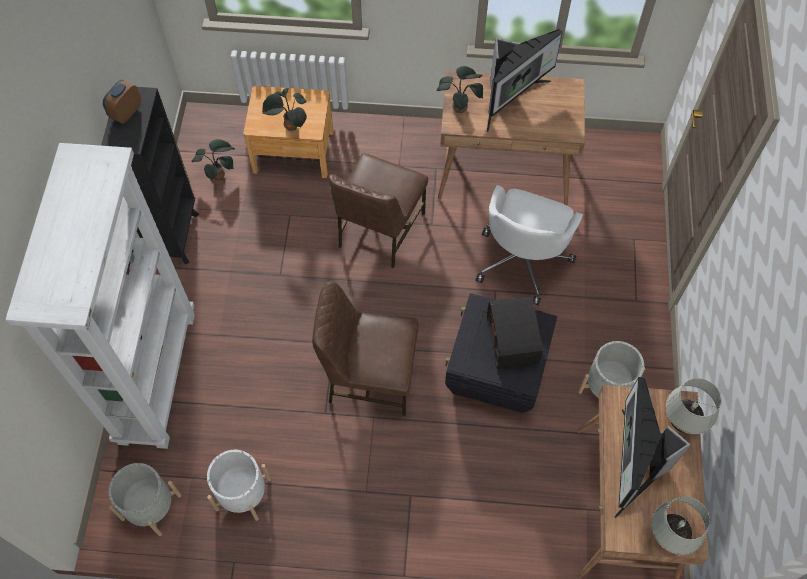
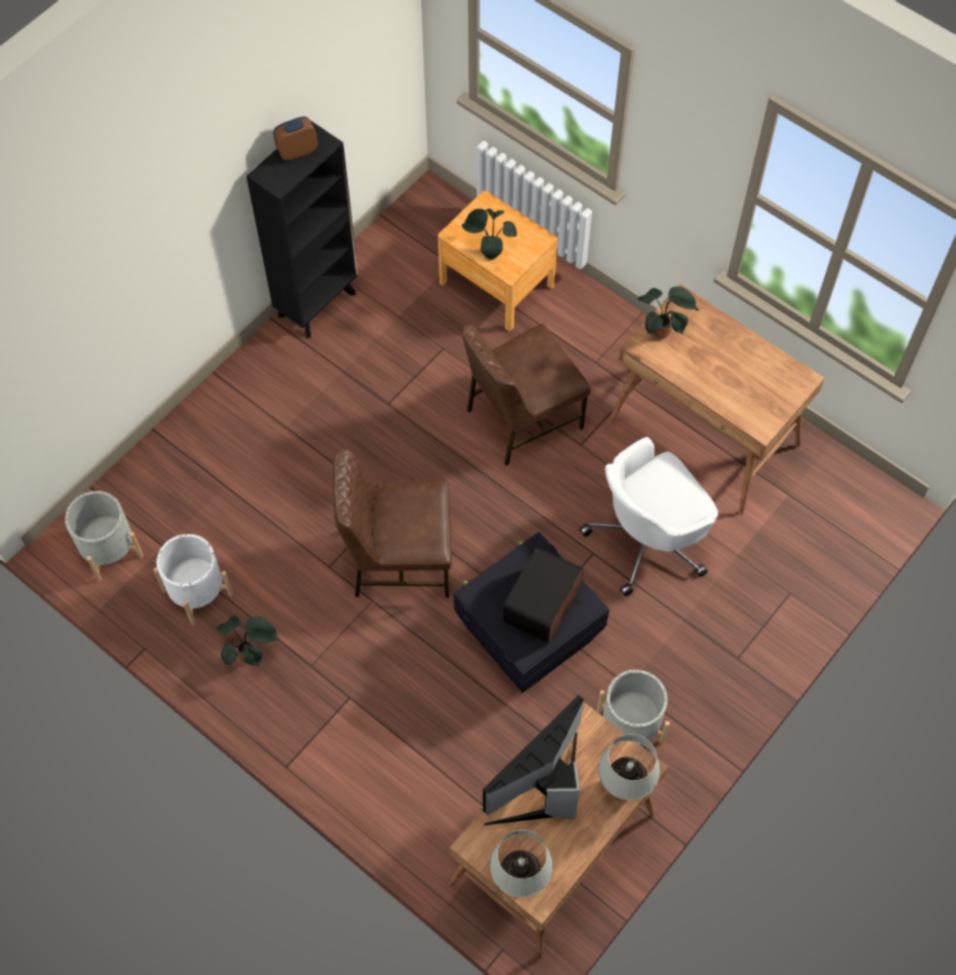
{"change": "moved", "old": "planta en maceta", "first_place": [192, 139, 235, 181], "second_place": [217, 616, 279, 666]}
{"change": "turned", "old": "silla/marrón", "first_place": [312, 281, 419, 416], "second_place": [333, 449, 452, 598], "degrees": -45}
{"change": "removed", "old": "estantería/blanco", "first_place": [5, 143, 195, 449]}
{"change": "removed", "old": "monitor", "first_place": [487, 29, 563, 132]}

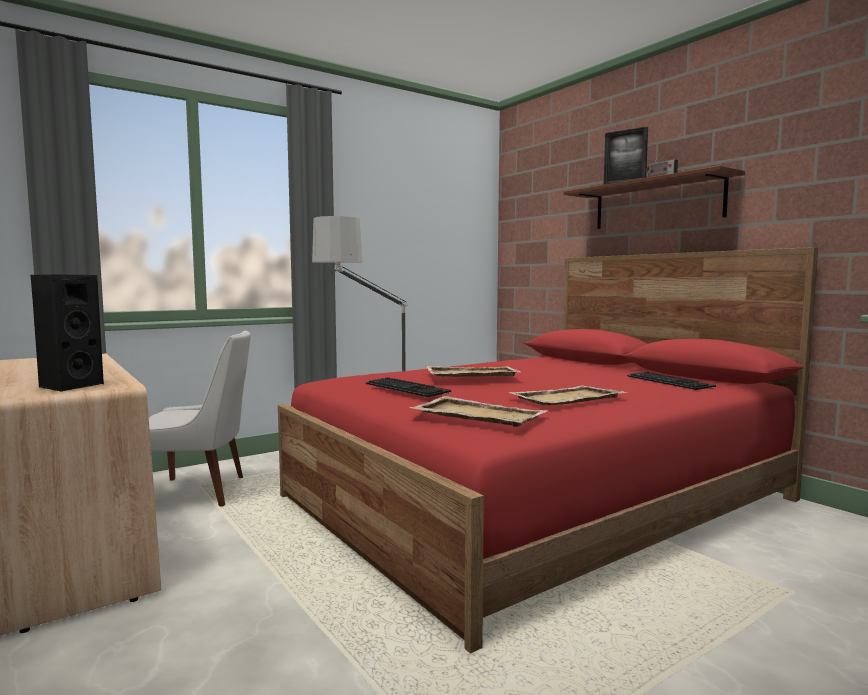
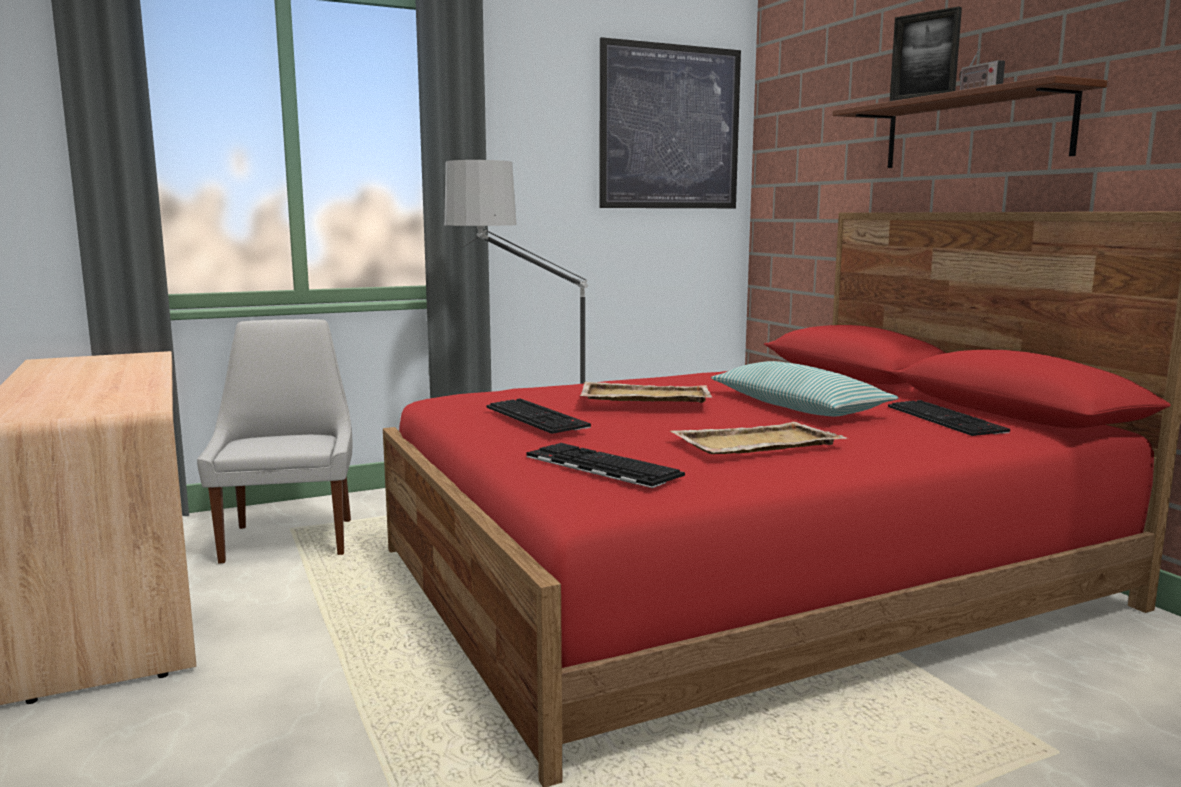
{"change": "turned", "old": "silla/blanco", "first_place": [149, 330, 251, 507], "second_place": [197, 319, 353, 564], "degrees": -105}
{"change": "replaced", "old": "bandeja/beis", "new": "teclado", "first_place": [409, 396, 548, 427], "second_place": [526, 443, 685, 488]}
{"change": "added", "new": "cuadro", "second_place": [599, 37, 741, 208]}
{"change": "added", "new": "cojín", "second_place": [711, 361, 899, 416]}
{"change": "removed", "old": "altavoz/negro", "first_place": [30, 274, 104, 392]}

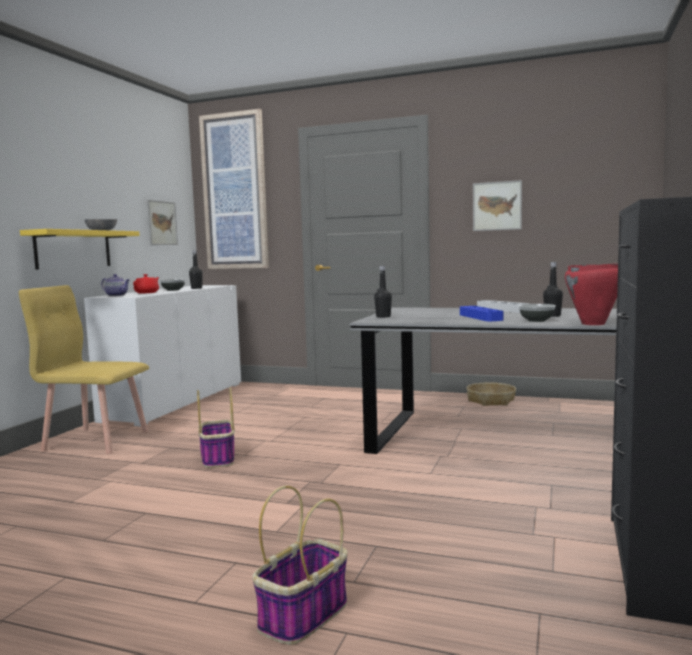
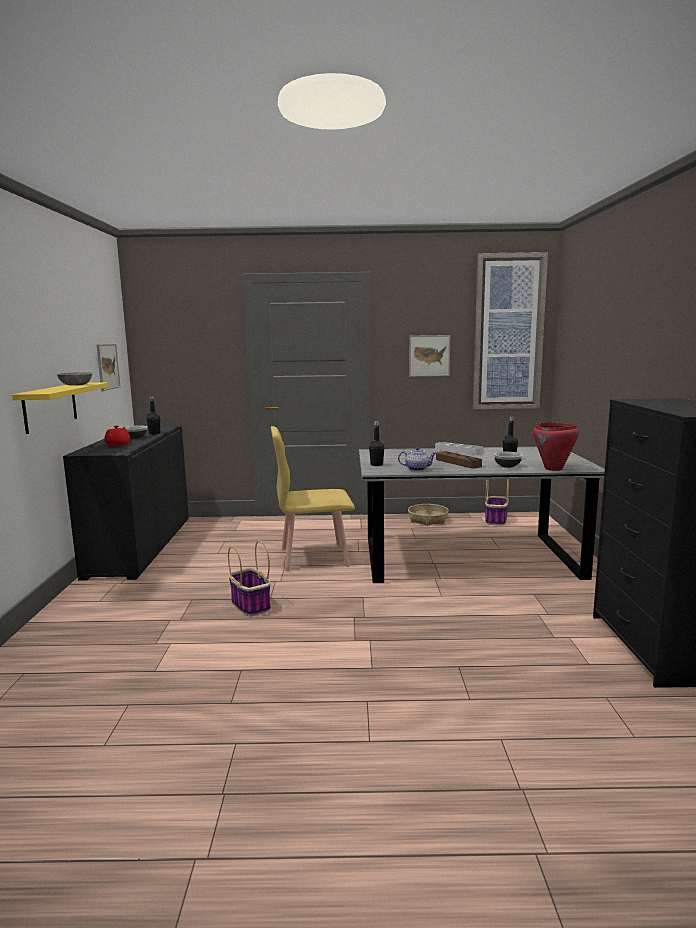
{"change": "recoloured", "old": "armario/blanco", "new": "armario/negro", "first_place": [84, 285, 241, 427], "second_place": [63, 425, 189, 581]}
{"change": "moved", "old": "silla/amarillo", "first_place": [19, 285, 149, 454], "second_place": [271, 426, 355, 571]}
{"change": "moved", "old": "tetera", "first_place": [101, 274, 130, 296], "second_place": [398, 447, 436, 471]}
{"change": "recoloured", "old": "bandeja/azul", "new": "bandeja/marrón", "first_place": [460, 306, 503, 321], "second_place": [436, 451, 482, 468]}
{"change": "moved", "old": "cuadro", "first_place": [199, 109, 269, 269], "second_place": [473, 252, 548, 409]}
{"change": "moved", "old": "cesta", "first_place": [252, 486, 348, 645], "second_place": [485, 479, 509, 526]}

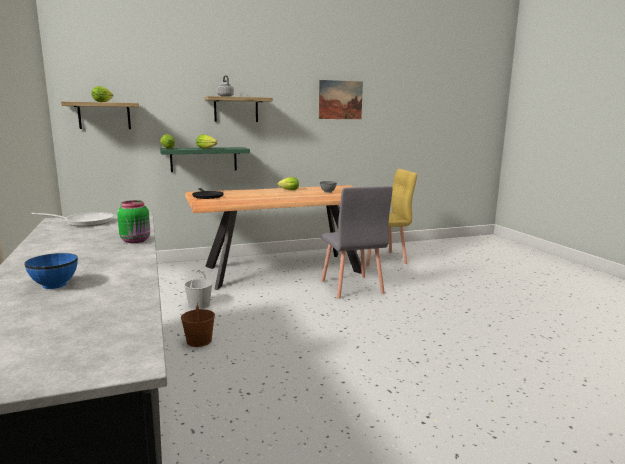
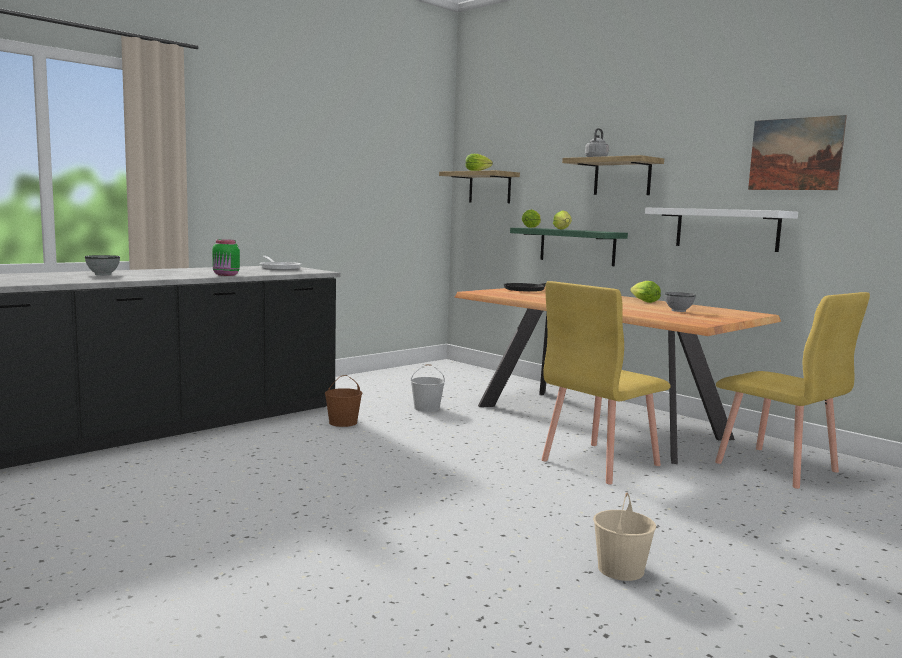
{"change": "recoloured", "old": "cuenco/azul", "new": "cuenco/gris", "first_place": [24, 253, 78, 289], "second_place": [85, 255, 120, 275]}
{"change": "recoloured", "old": "silla/gris", "new": "silla/amarillo", "first_place": [321, 186, 392, 299], "second_place": [542, 281, 671, 484]}
{"change": "added", "new": "cubo/beis", "second_place": [593, 492, 656, 581]}
{"change": "added", "new": "estante/blanco", "second_place": [645, 207, 798, 252]}

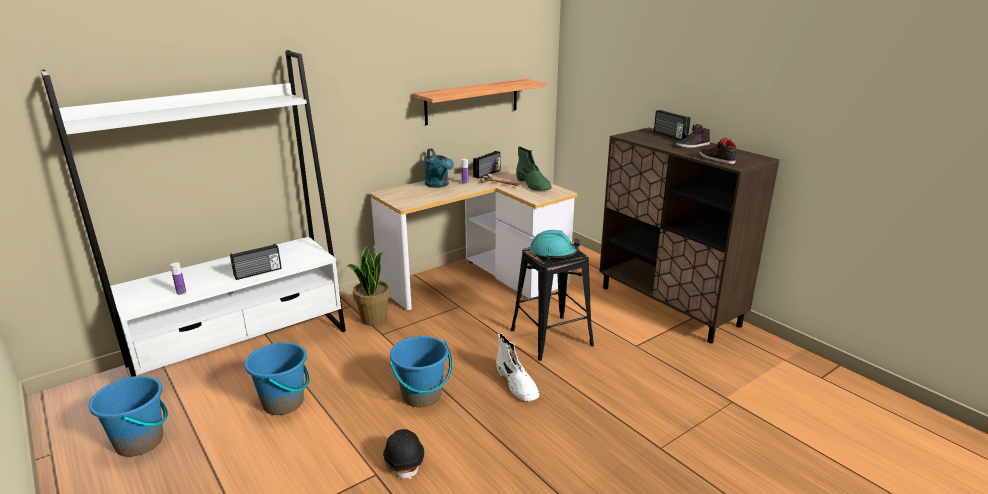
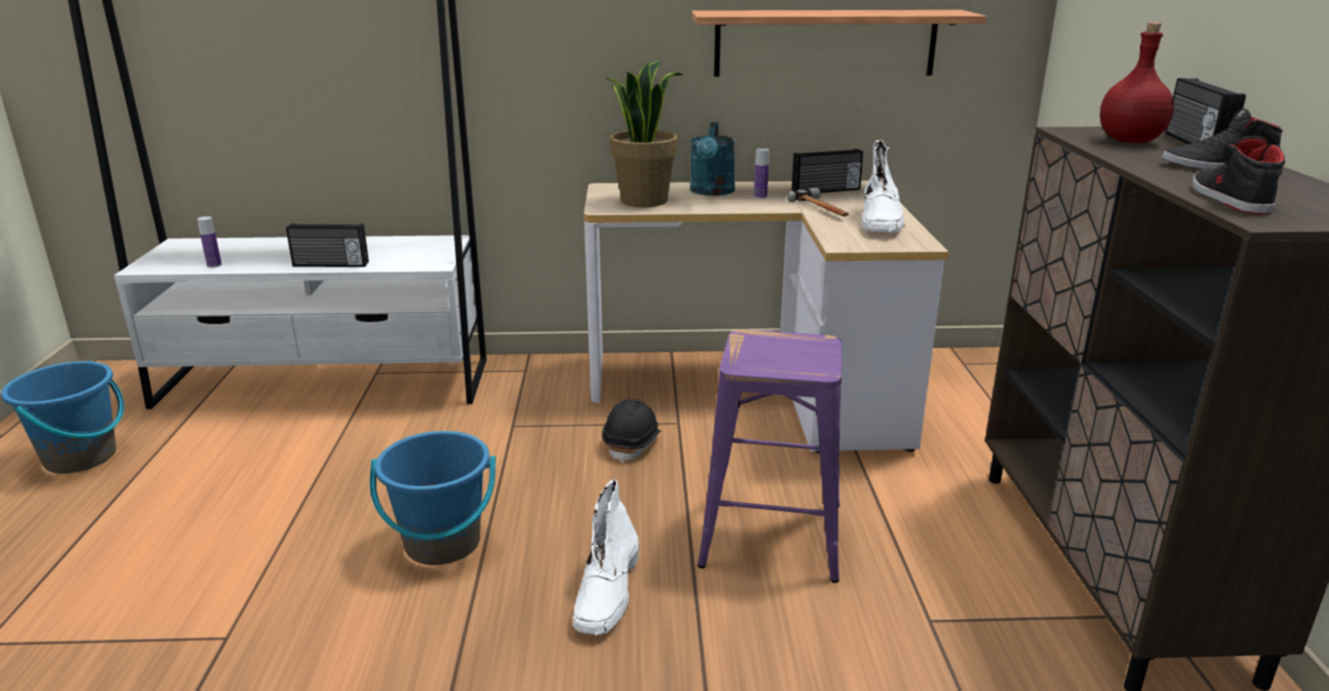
{"change": "moved", "old": "casco/negro", "first_place": [383, 429, 424, 479], "second_place": [602, 399, 661, 463]}
{"change": "moved", "old": "planta en maceta", "first_place": [348, 246, 390, 326], "second_place": [603, 60, 683, 207]}
{"change": "recoloured", "old": "taburete/negro", "new": "taburete/morado", "first_place": [511, 247, 594, 361], "second_place": [698, 329, 842, 583]}
{"change": "recoloured", "old": "bota/verde", "new": "bota/blanco", "first_place": [516, 147, 552, 191], "second_place": [862, 140, 905, 233]}
{"change": "added", "new": "botella/rojo", "second_place": [1100, 22, 1174, 143]}
{"change": "removed", "old": "cubo/azul", "first_place": [244, 342, 309, 415]}
{"change": "removed", "old": "casco/turquesa", "first_place": [530, 230, 581, 259]}

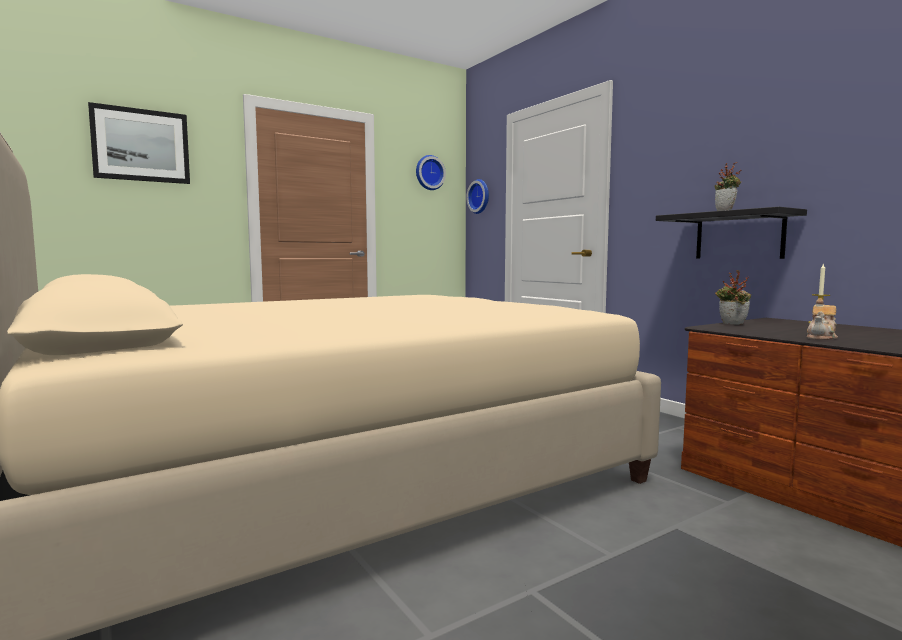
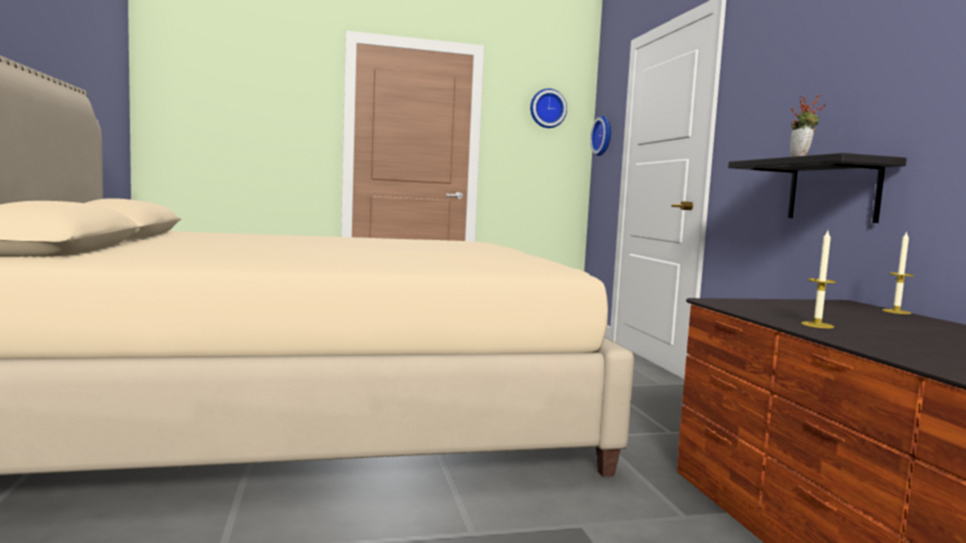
{"change": "replaced", "old": "tetera", "new": "vela", "first_place": [807, 298, 838, 340], "second_place": [801, 231, 837, 328]}
{"change": "removed", "old": "cuadro", "first_place": [88, 102, 190, 184]}
{"change": "removed", "old": "planta en maceta", "first_place": [715, 270, 752, 324]}

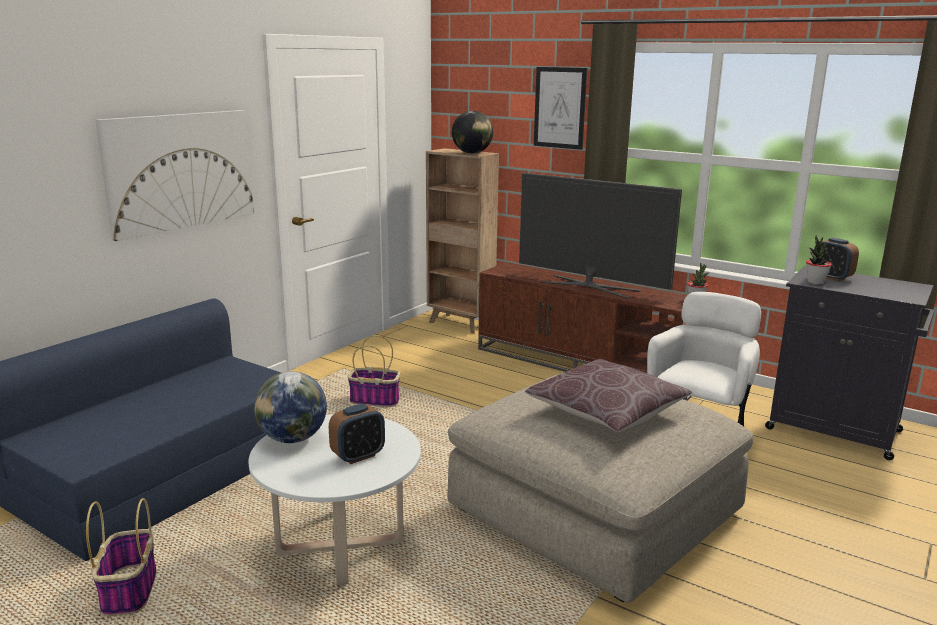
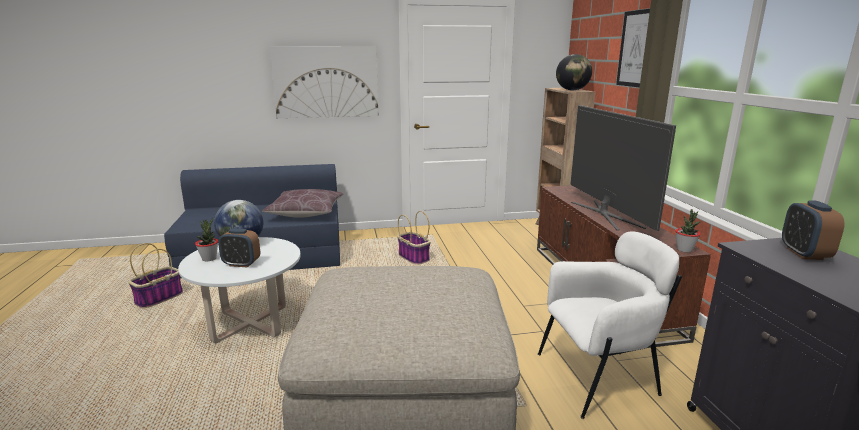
{"change": "moved", "old": "planta en maceta", "first_place": [806, 235, 832, 285], "second_place": [195, 218, 218, 262]}
{"change": "moved", "old": "cojín/marrón", "first_place": [525, 359, 692, 432], "second_place": [262, 189, 343, 218]}

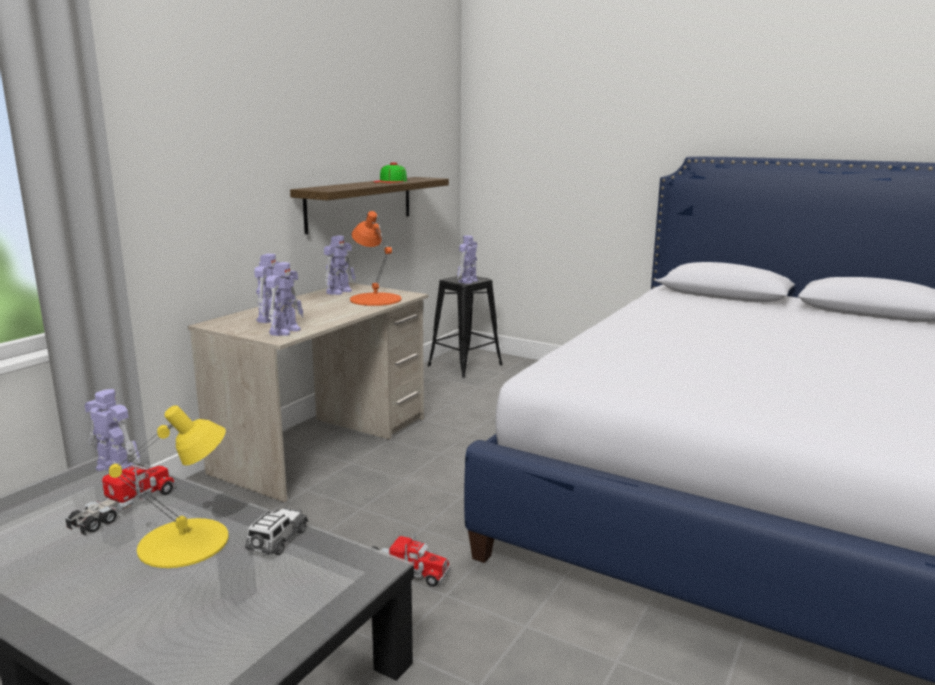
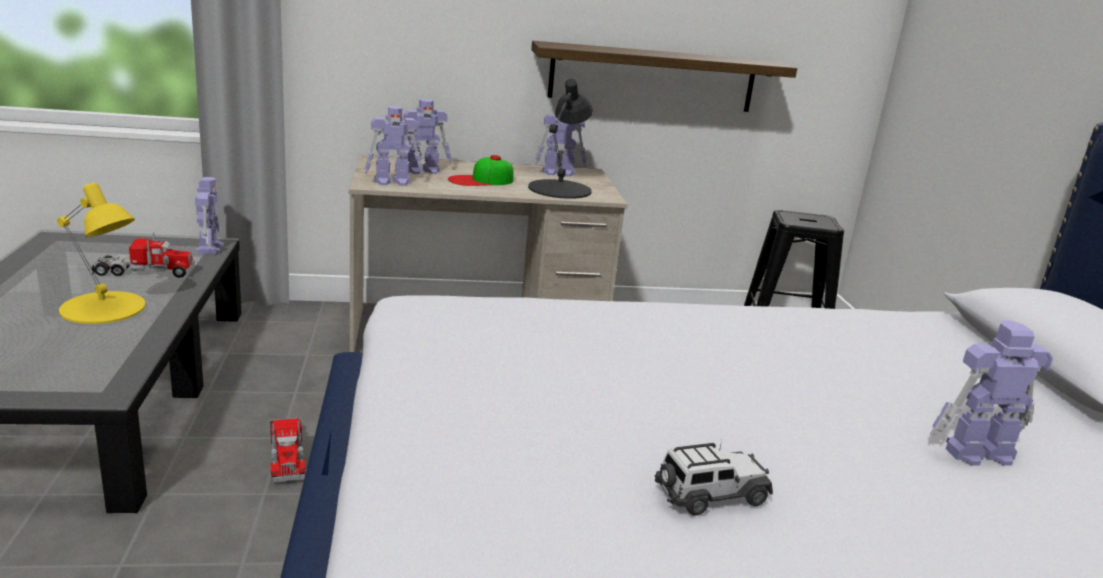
{"change": "moved", "old": "gorra", "first_place": [374, 162, 407, 183], "second_place": [448, 155, 514, 186]}
{"change": "recoloured", "old": "lámpara de mesa/naranja", "new": "lámpara de mesa/negro", "first_place": [350, 211, 402, 306], "second_place": [528, 79, 593, 199]}
{"change": "moved", "old": "coche de juguete", "first_place": [245, 507, 308, 556], "second_place": [654, 441, 773, 516]}
{"change": "moved", "old": "robot de juguete", "first_place": [457, 235, 478, 284], "second_place": [930, 320, 1053, 466]}

